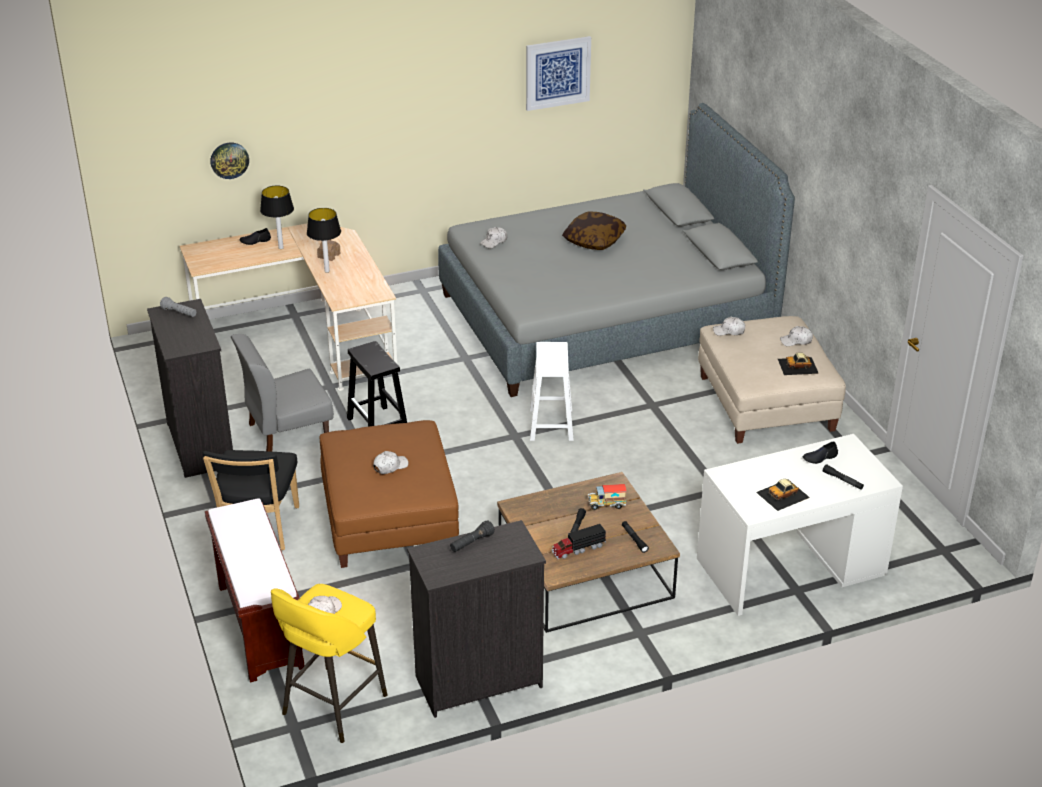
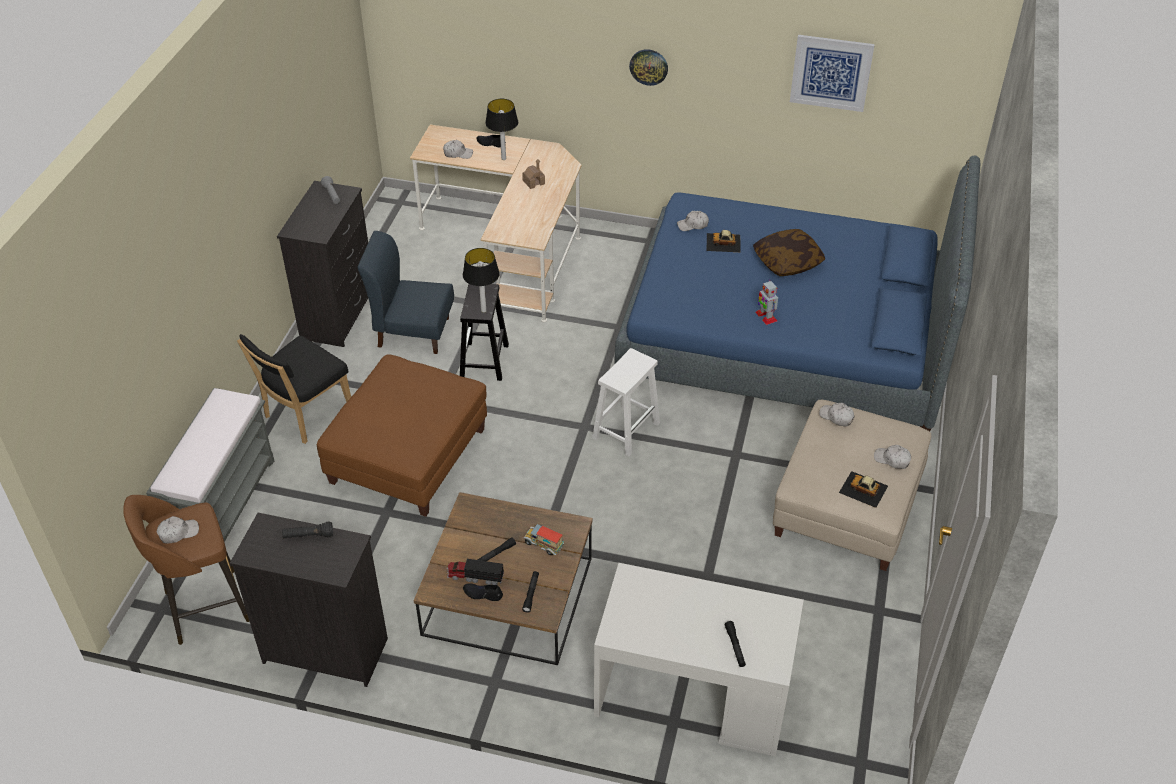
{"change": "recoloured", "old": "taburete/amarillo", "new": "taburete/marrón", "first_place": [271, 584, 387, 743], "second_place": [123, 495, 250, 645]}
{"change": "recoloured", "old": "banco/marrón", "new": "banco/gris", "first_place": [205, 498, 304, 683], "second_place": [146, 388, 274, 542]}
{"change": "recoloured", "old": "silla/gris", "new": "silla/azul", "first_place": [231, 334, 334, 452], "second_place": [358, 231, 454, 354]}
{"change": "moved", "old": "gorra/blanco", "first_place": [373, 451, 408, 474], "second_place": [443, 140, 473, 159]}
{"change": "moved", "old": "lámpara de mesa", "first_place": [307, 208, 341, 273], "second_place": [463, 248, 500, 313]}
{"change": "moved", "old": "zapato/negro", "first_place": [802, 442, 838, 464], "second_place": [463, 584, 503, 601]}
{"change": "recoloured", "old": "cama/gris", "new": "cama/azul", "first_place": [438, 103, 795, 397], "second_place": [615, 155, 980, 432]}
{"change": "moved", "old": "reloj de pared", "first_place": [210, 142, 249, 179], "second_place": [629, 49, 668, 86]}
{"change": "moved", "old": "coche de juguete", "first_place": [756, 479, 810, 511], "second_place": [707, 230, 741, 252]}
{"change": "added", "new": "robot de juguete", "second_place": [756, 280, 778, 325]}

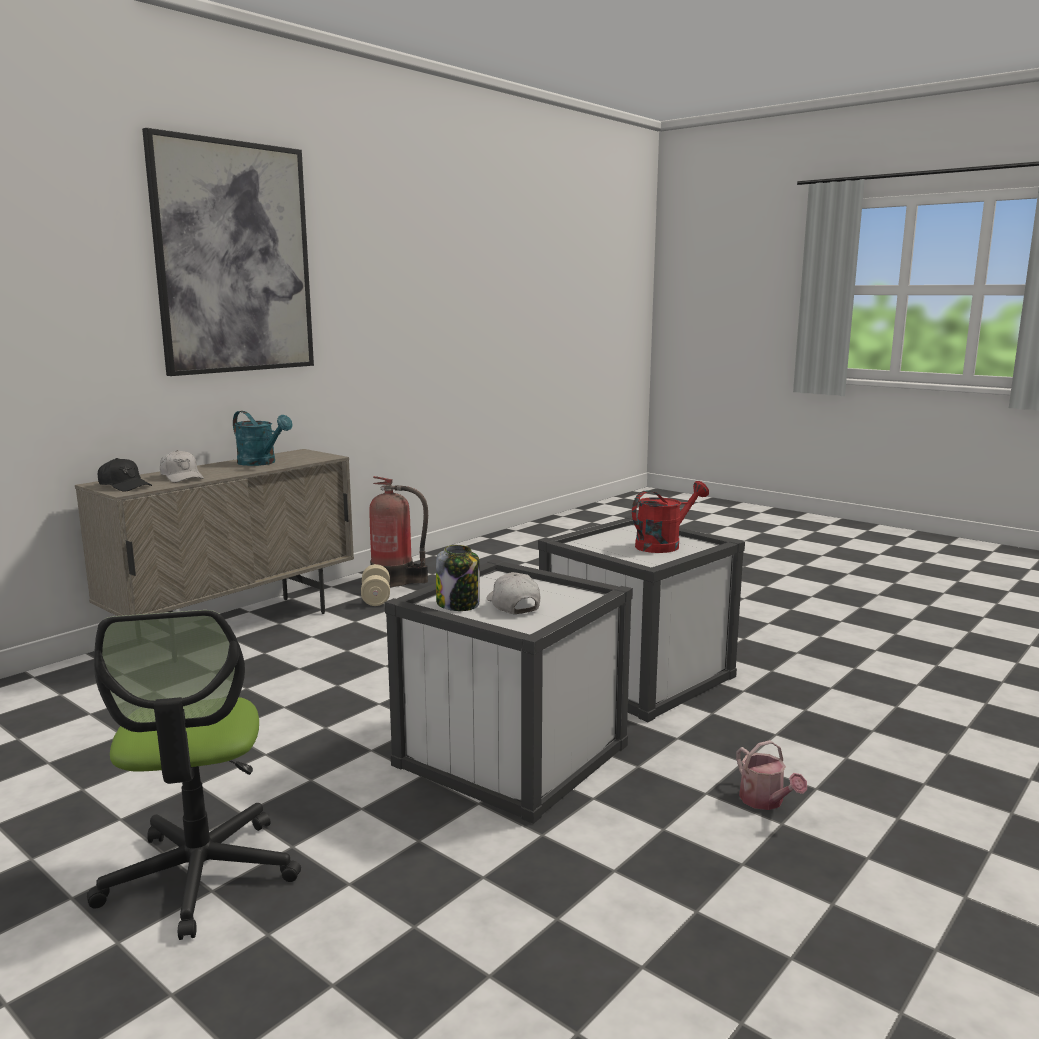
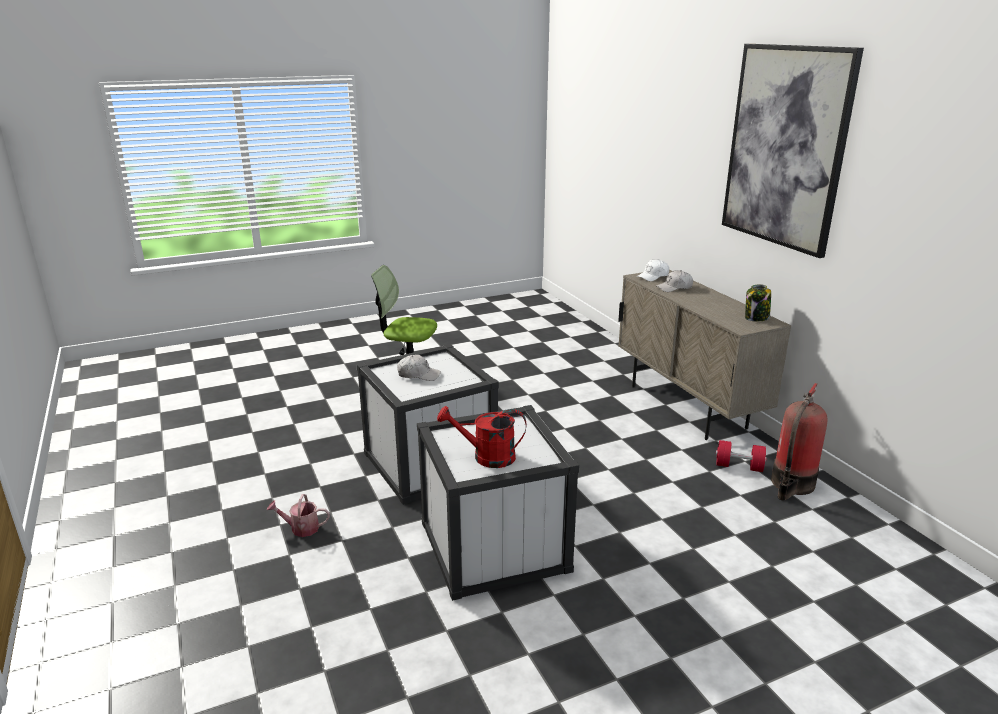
{"change": "turned", "old": "regadera/rojo", "first_place": [632, 481, 709, 553], "second_place": [437, 406, 526, 468], "degrees": 105}
{"change": "recoloured", "old": "gorra/negro", "new": "gorra/blanco", "first_place": [98, 458, 152, 492], "second_place": [637, 259, 669, 281]}
{"change": "recoloured", "old": "mancuerna/beis", "new": "mancuerna/rojo", "first_place": [361, 564, 390, 606], "second_place": [716, 440, 766, 472]}
{"change": "moved", "old": "tarro", "first_place": [436, 545, 480, 611], "second_place": [745, 284, 771, 322]}
{"change": "removed", "old": "regadera/turquesa", "first_place": [233, 411, 292, 466]}

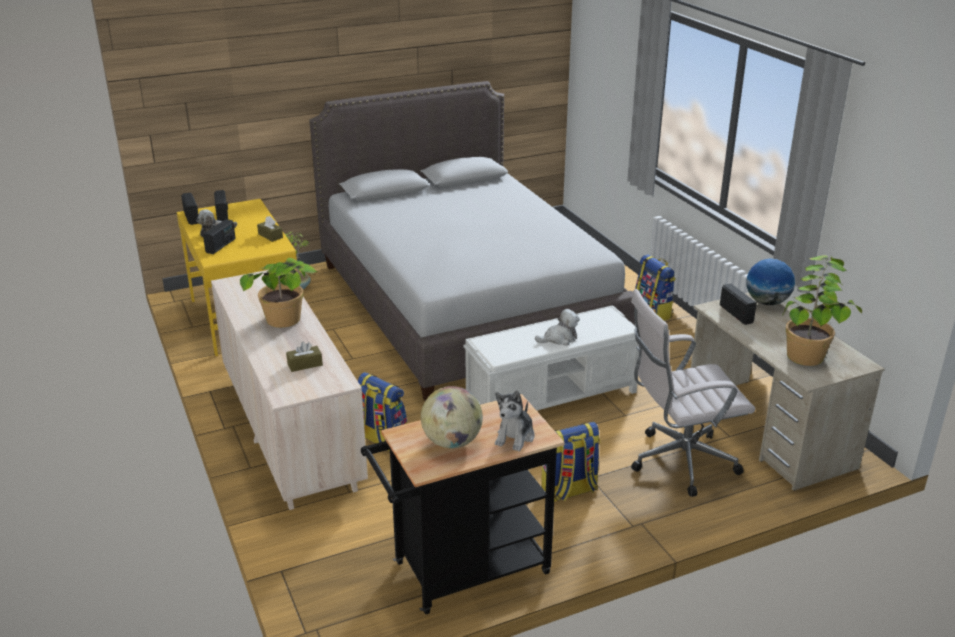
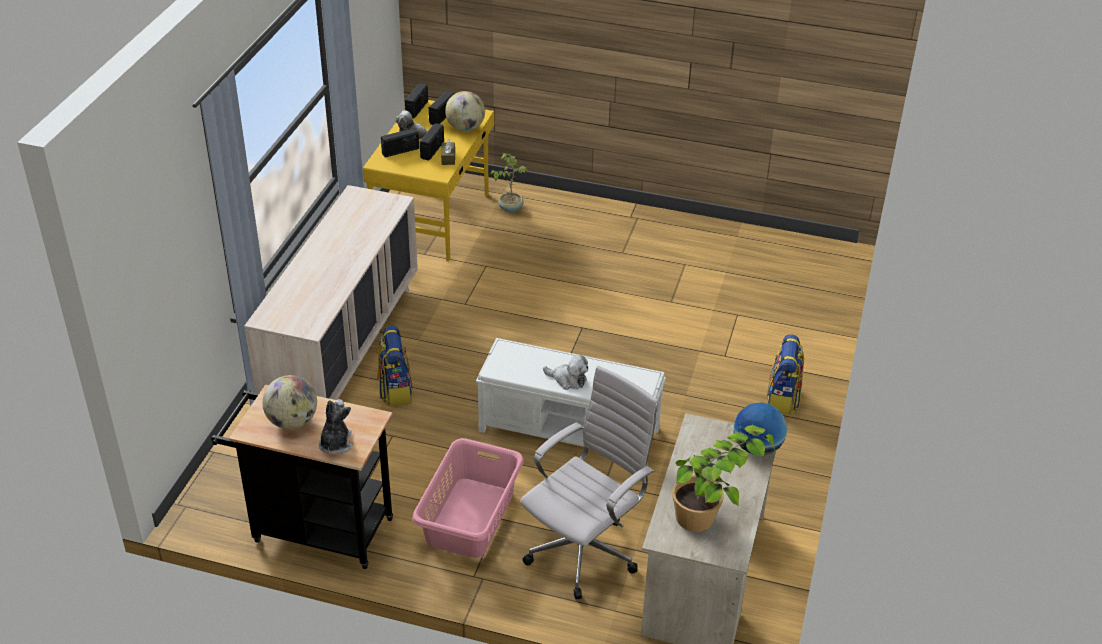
{"change": "turned", "old": "peluche", "first_place": [495, 390, 535, 451], "second_place": [319, 399, 353, 454], "degrees": 120}
{"change": "replaced", "old": "mochila", "new": "cesto de la ropa/rosa", "first_place": [541, 422, 600, 502], "second_place": [412, 438, 524, 558]}
{"change": "moved", "old": "radio", "first_place": [720, 283, 757, 325], "second_place": [420, 123, 444, 160]}
{"change": "added", "new": "globo terráqueo", "second_place": [445, 91, 485, 131]}
{"change": "turned", "old": "silla de oficina/blanco", "first_place": [631, 289, 755, 497], "second_place": [520, 366, 659, 599], "degrees": 105}
{"change": "removed", "old": "planta en maceta", "first_place": [240, 258, 317, 328]}
{"change": "removed", "old": "caja de pañuelos/marrón", "first_place": [286, 342, 323, 372]}
{"change": "removed", "old": "cama/gris", "first_place": [309, 81, 635, 401]}

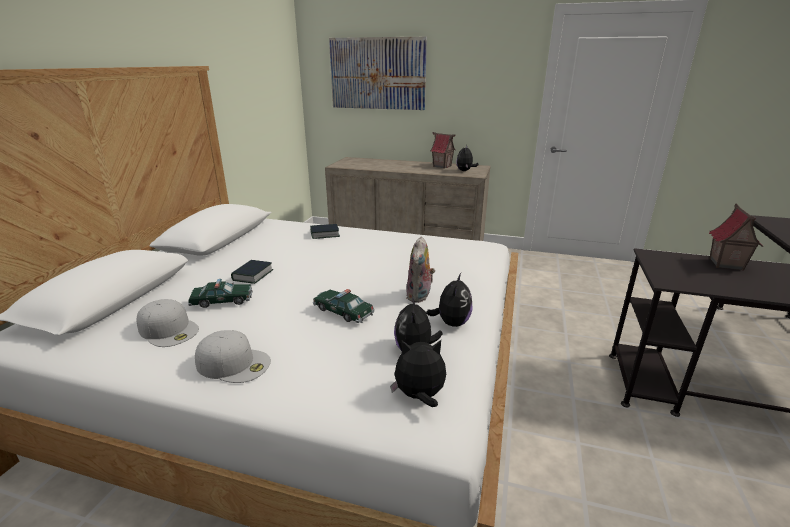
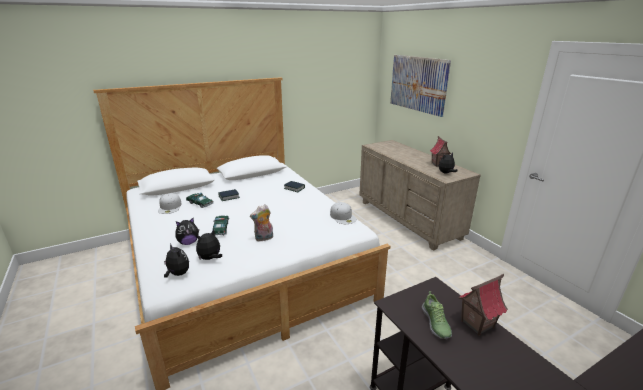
{"change": "moved", "old": "peluche", "first_place": [426, 273, 473, 327], "second_place": [175, 218, 199, 245]}
{"change": "moved", "old": "gorra/blanco", "first_place": [195, 330, 271, 383], "second_place": [330, 202, 357, 224]}
{"change": "added", "new": "zapato", "second_place": [422, 291, 452, 339]}

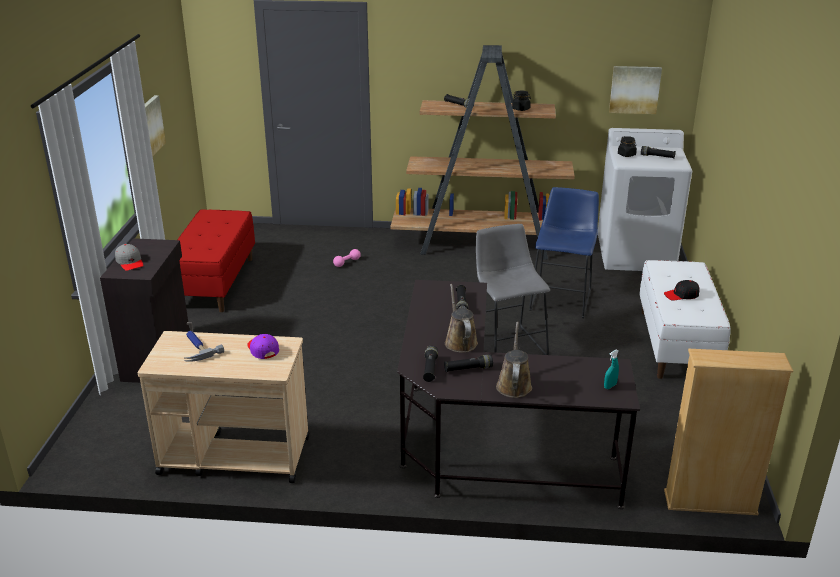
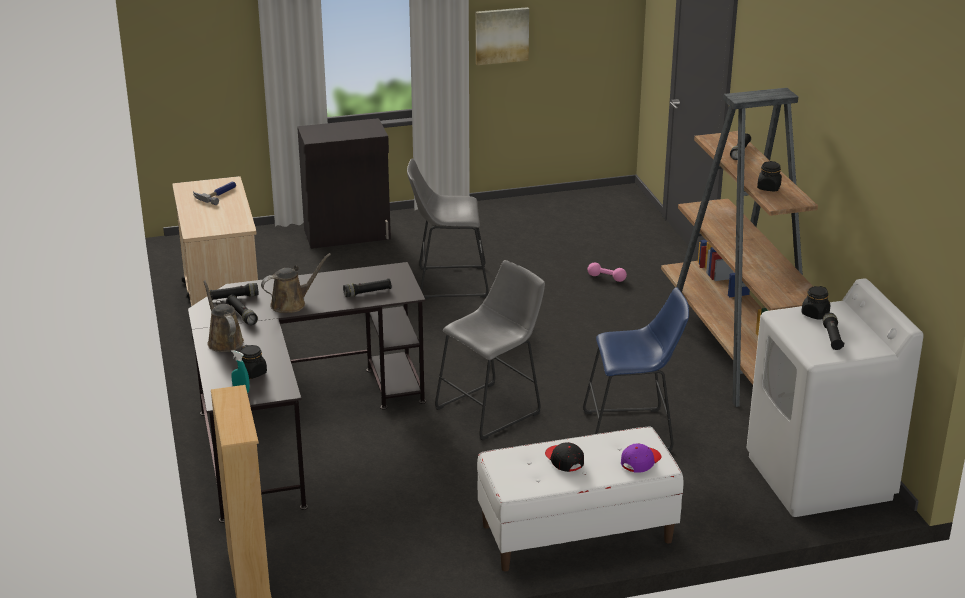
{"change": "turned", "old": "regadera/marrón", "first_place": [496, 322, 532, 398], "second_place": [203, 280, 244, 352], "degrees": -105}
{"change": "added", "new": "tarro/negro", "second_place": [241, 345, 267, 379]}
{"change": "added", "new": "taburete/gris", "second_place": [407, 158, 489, 299]}
{"change": "moved", "old": "gorra/morado", "first_place": [247, 334, 279, 359], "second_place": [621, 443, 662, 473]}
{"change": "removed", "old": "gorra/gris", "first_place": [115, 244, 143, 271]}
{"change": "removed", "old": "banco/rojo", "first_place": [177, 209, 255, 312]}
{"change": "removed", "old": "cuadro", "first_place": [609, 66, 662, 114]}

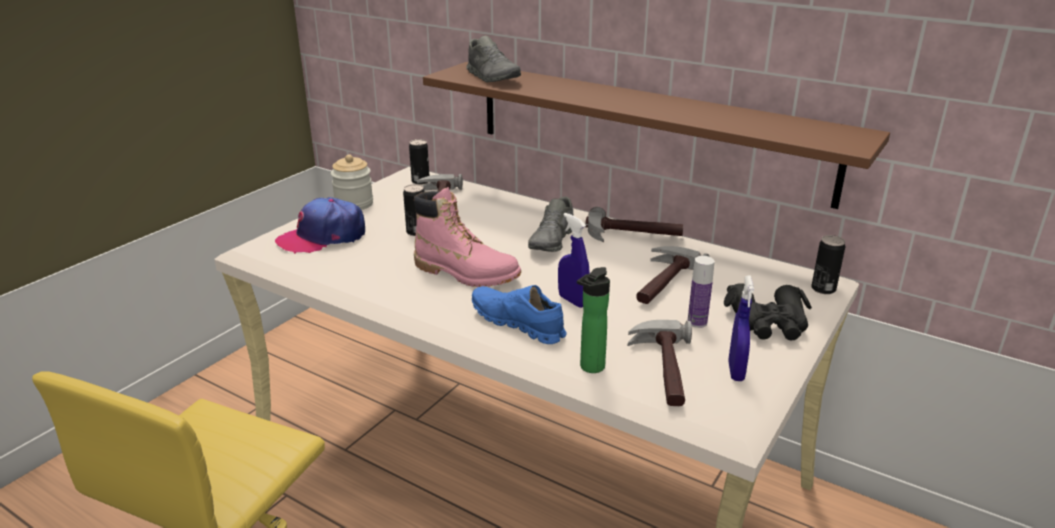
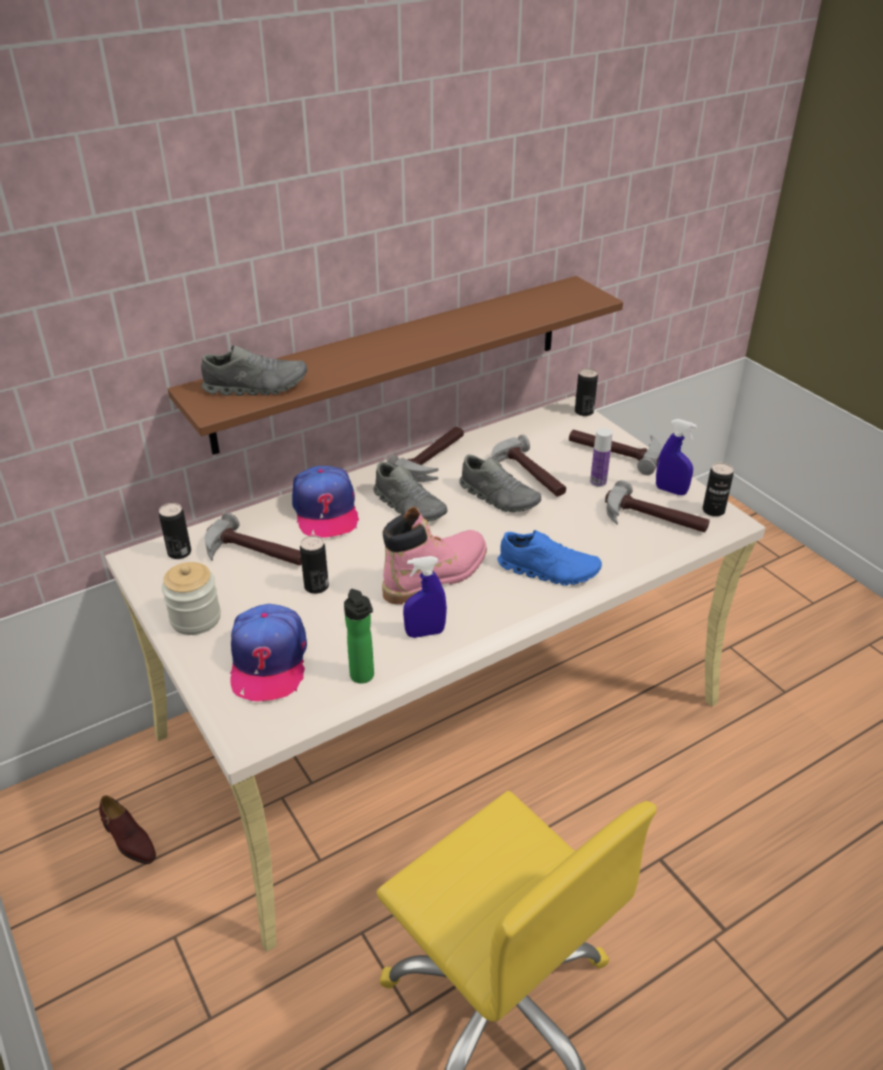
{"change": "added", "new": "zapato/marrón", "second_place": [99, 795, 156, 864]}
{"change": "added", "new": "gorra", "second_place": [292, 466, 359, 538]}
{"change": "moved", "old": "botella", "first_place": [577, 267, 610, 373], "second_place": [344, 589, 374, 684]}
{"change": "moved", "old": "pulverizador/azul", "first_place": [558, 213, 590, 308], "second_place": [403, 556, 447, 638]}
{"change": "added", "new": "zapato/gris", "second_place": [459, 454, 541, 512]}
{"change": "turned", "old": "zapato/azul", "first_place": [472, 285, 566, 344], "second_place": [498, 530, 602, 586], "degrees": -135}
{"change": "replaced", "old": "prismáticos/negro", "new": "martillo", "first_place": [724, 283, 812, 341], "second_place": [569, 430, 662, 475]}
{"change": "added", "new": "lata", "second_place": [702, 463, 733, 517]}

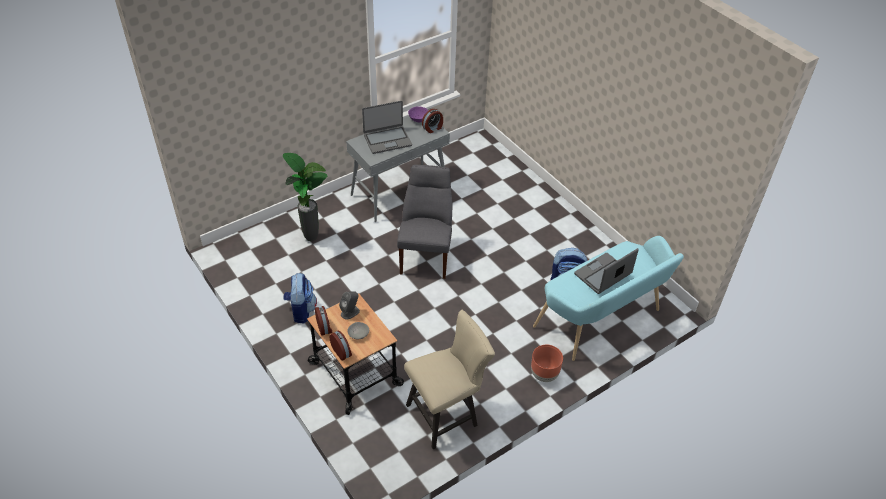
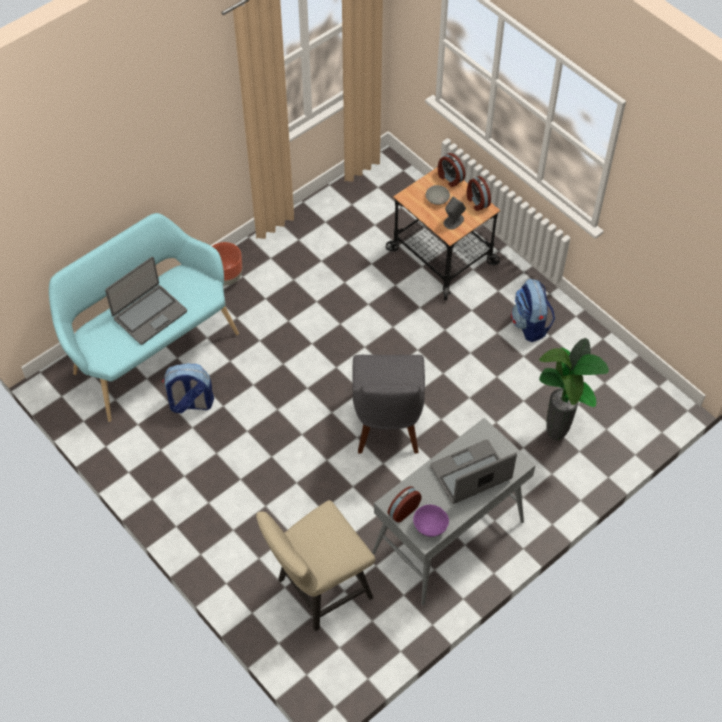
{"change": "moved", "old": "silla/beis", "first_place": [404, 310, 495, 450], "second_place": [256, 500, 375, 631]}

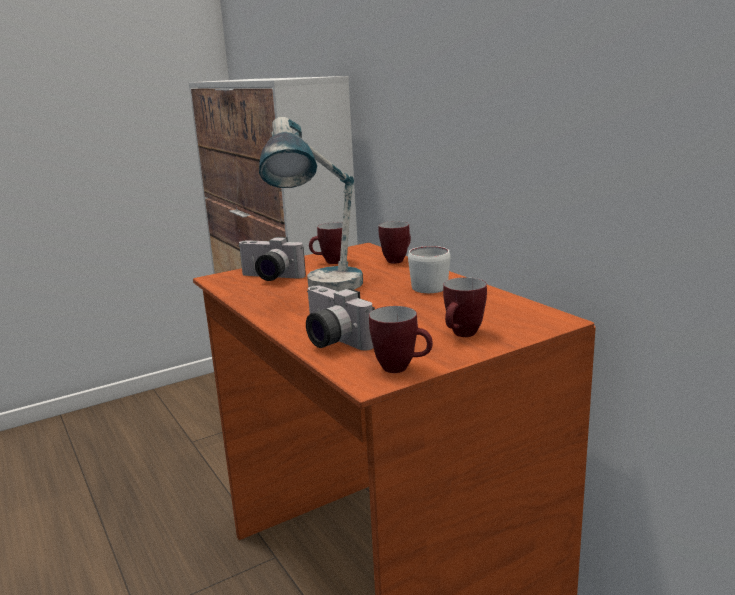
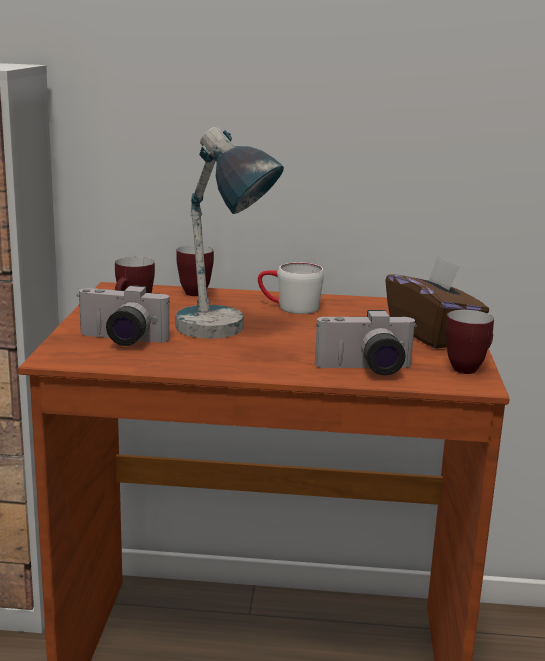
{"change": "turned", "old": "cámara", "first_place": [238, 237, 306, 281], "second_place": [77, 285, 170, 346], "degrees": 45}
{"change": "replaced", "old": "taza grande", "new": "caja de pañuelos/marrón", "first_place": [443, 277, 487, 337], "second_place": [385, 256, 489, 349]}

